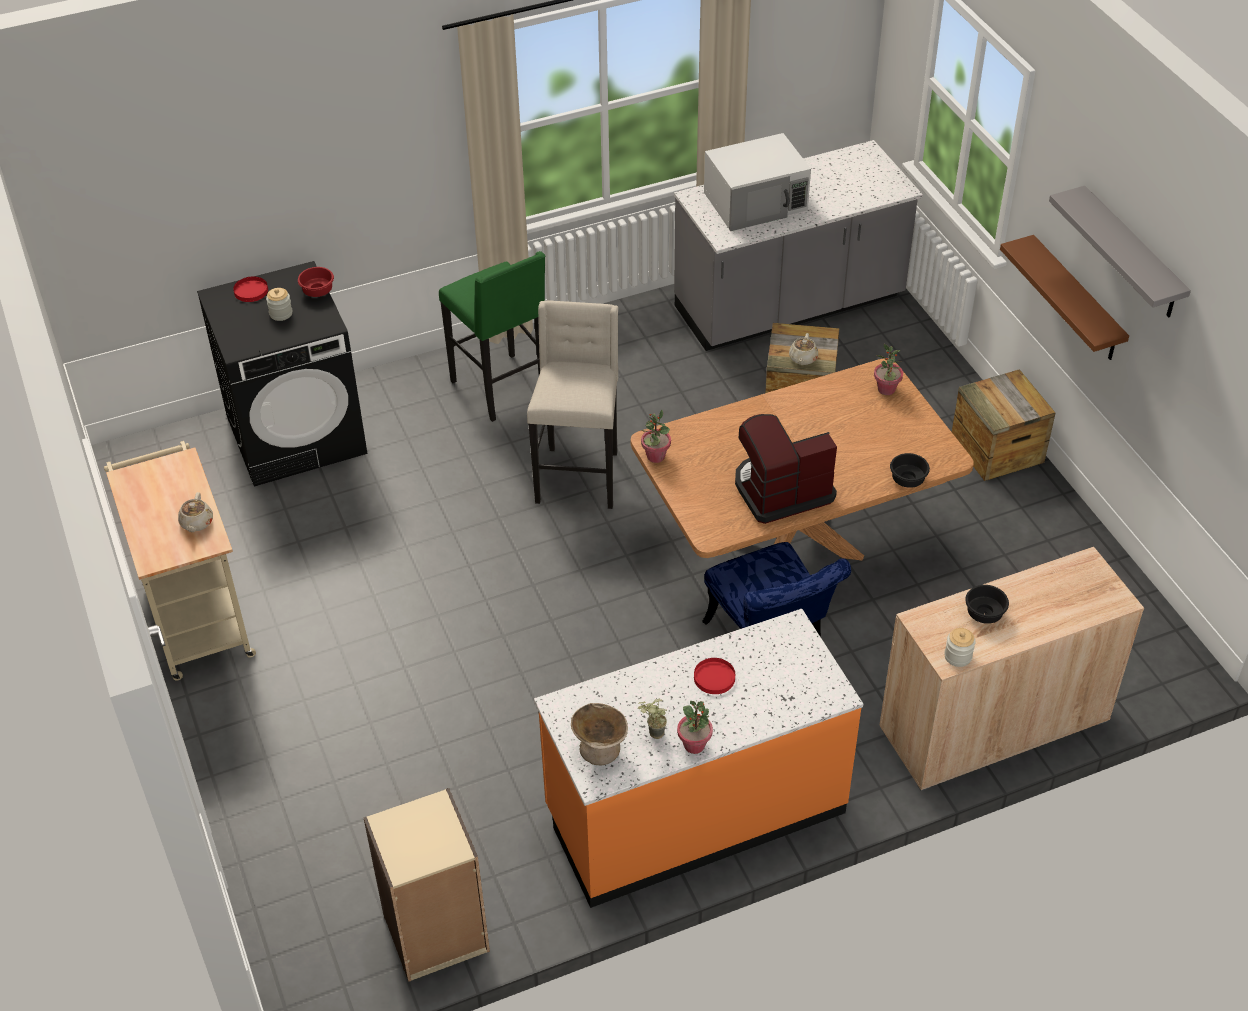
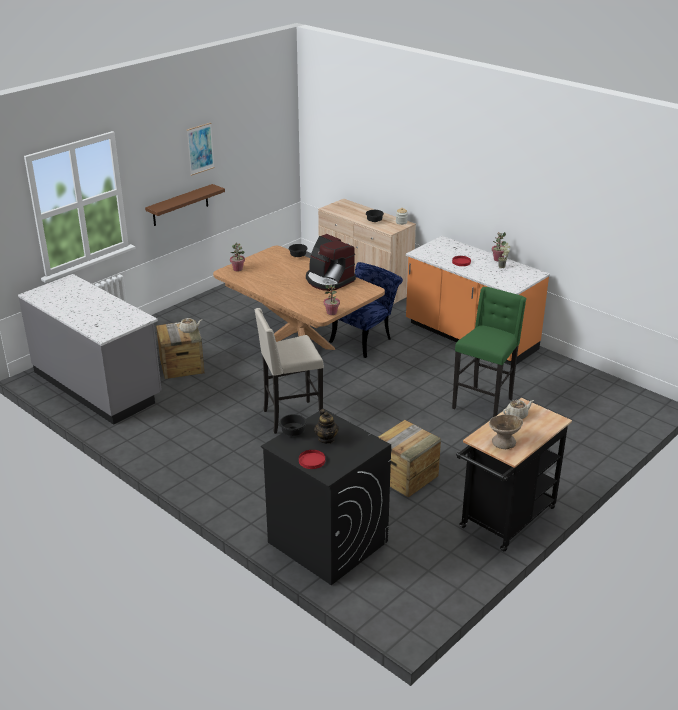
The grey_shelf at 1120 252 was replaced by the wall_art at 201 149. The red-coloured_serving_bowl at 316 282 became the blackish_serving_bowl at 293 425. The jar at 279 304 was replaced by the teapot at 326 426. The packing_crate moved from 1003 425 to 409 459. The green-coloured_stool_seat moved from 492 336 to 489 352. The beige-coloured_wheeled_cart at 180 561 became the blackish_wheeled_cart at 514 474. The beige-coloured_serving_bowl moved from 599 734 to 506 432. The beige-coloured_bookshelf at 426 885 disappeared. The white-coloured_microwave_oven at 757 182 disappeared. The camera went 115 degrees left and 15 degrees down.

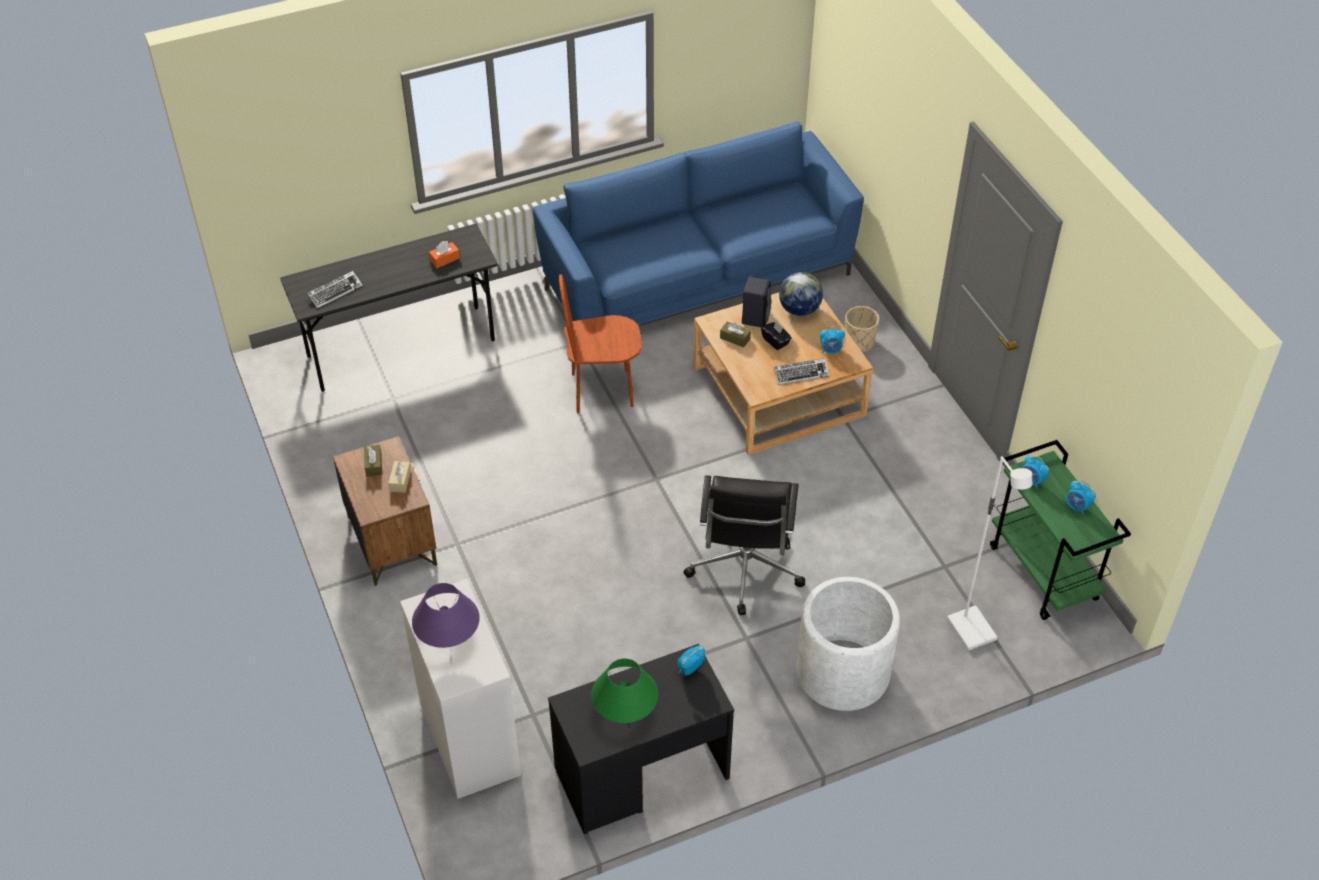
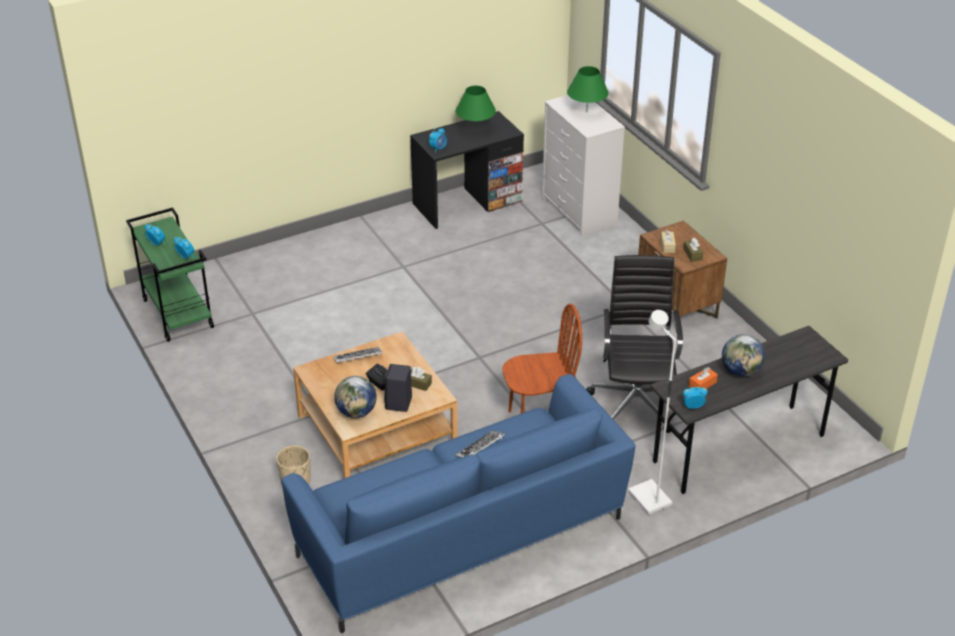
The PC_keyboard moved from 335 290 to 480 444. The purple_tabletop_lamp at 446 615 became the green-coloured_tabletop_lamp at 588 89. The blackish_desk_chair moved from 744 545 to 634 344. The white-coloured_floor_lamp moved from 989 553 to 652 412. The alarm_clock moved from 832 340 to 695 398. The world_globe at 743 355 appeared. The white-coloured_plant_pot at 848 644 disappeared. The camera went 175 degrees right and 10 degrees down.

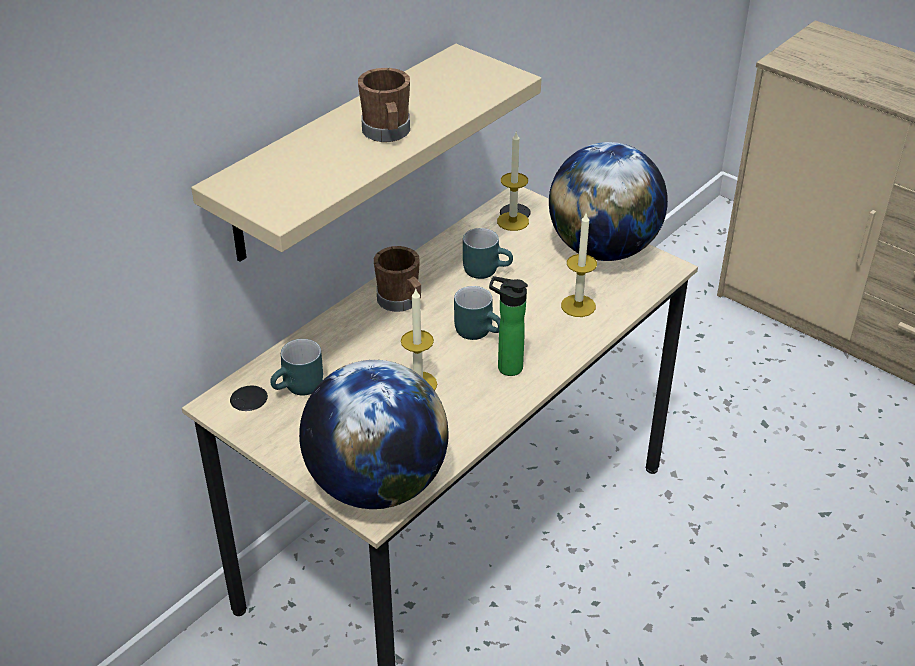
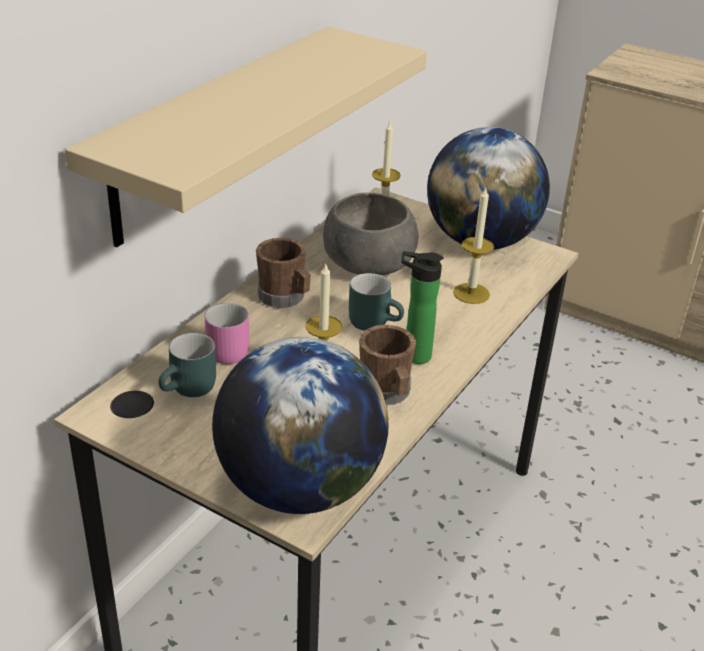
The pinkish_coffee_mug at 227 333 appeared. The blue-green_coffee_mug at 488 253 was replaced by the grey_serving_bowl at 370 234. The brown_coffee_mug moved from 384 105 to 387 365. The camera went 10 degrees left and 5 degrees down.

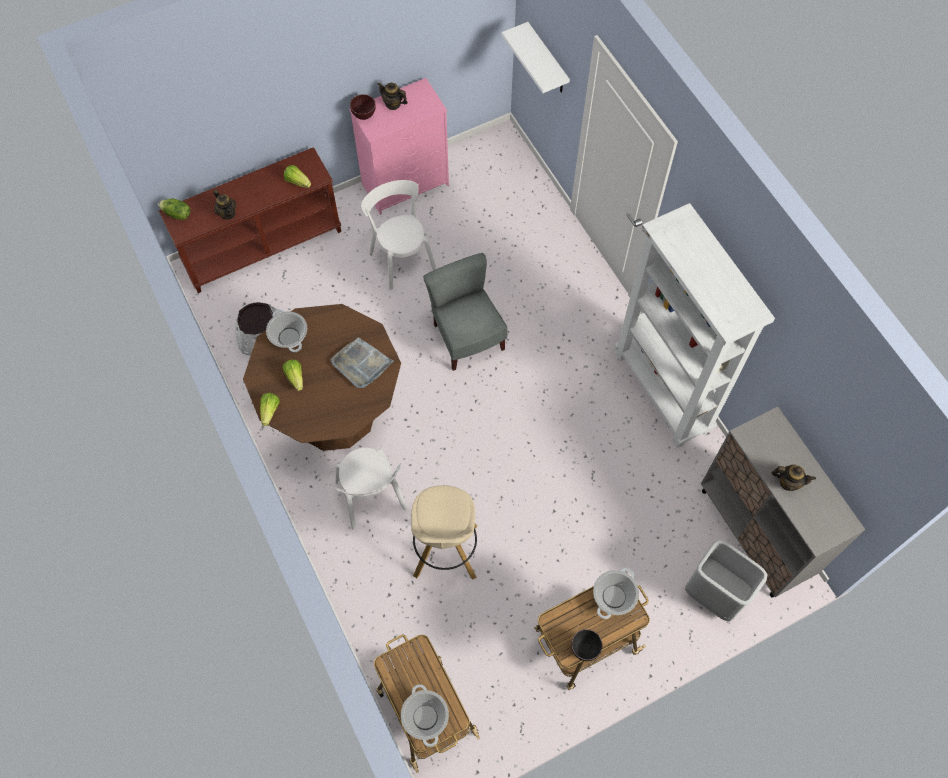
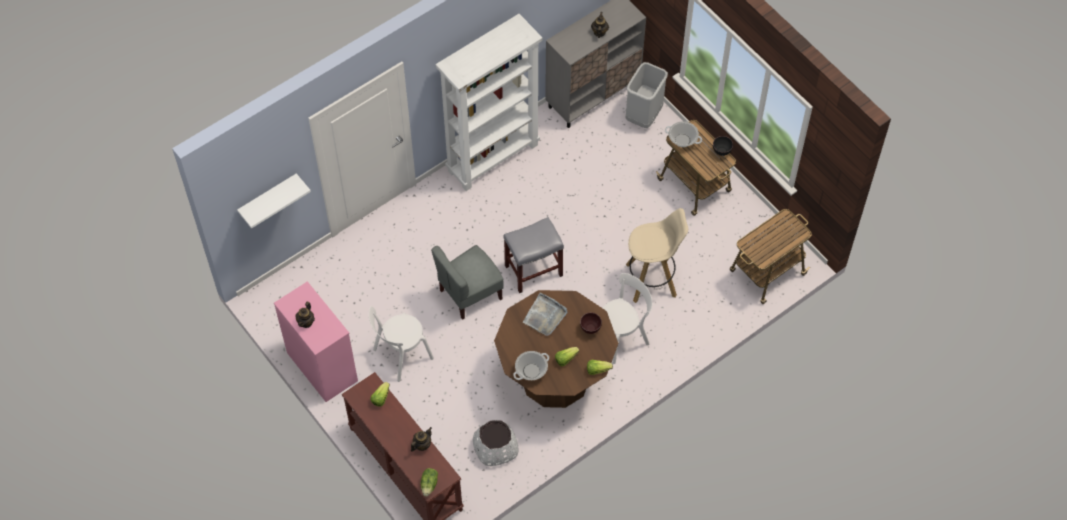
The grey_stool_seat at 534 255 appeared. The brown_serving_bowl moved from 363 107 to 591 323. The saucepot at 425 715 disappeared. The camera went 100 degrees left and 5 degrees down.

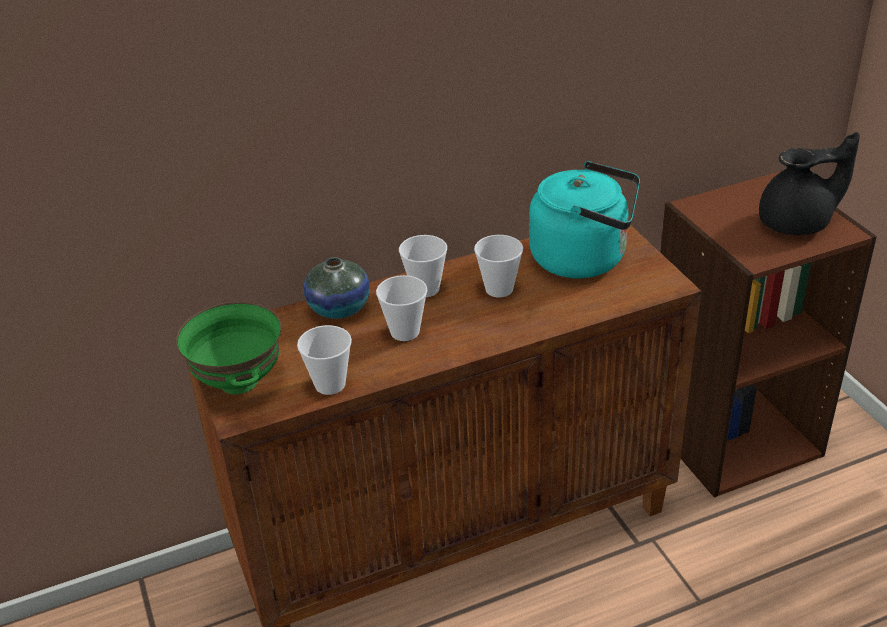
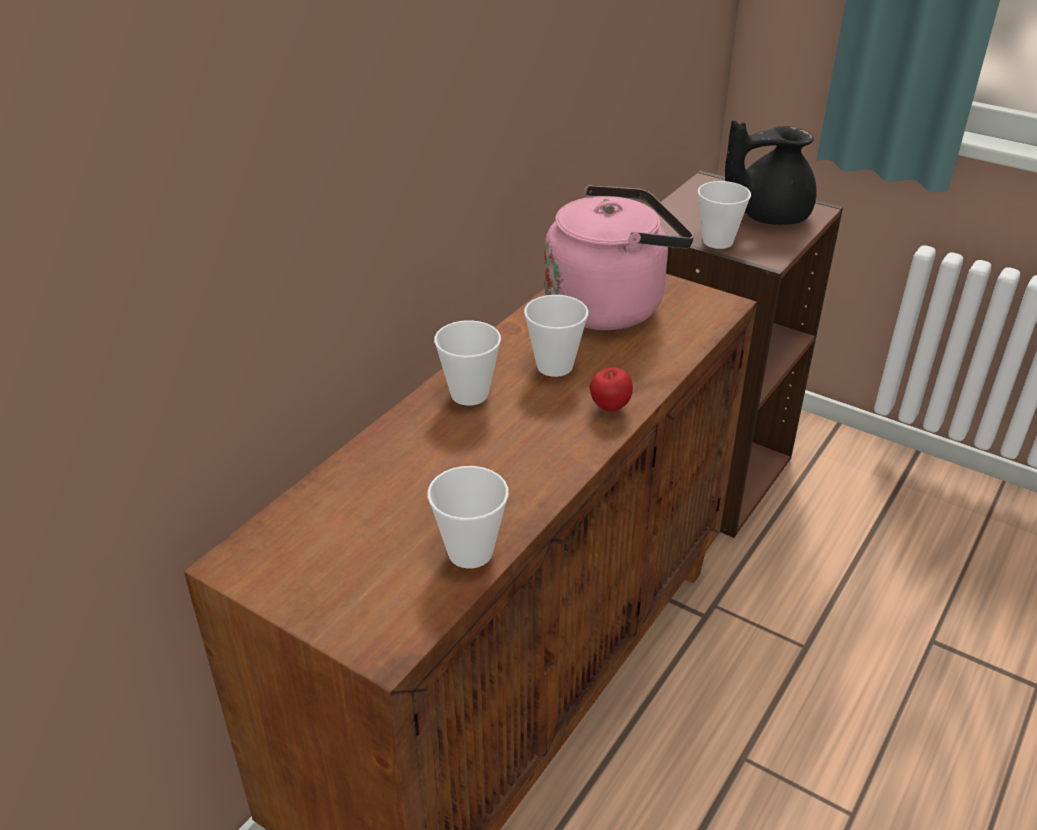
The blue-green_water_kettle at 584 220 became the pinkish_water_kettle at 619 257. The apple at 611 389 appeared. The drinking_cup moved from 401 308 to 724 215. The blackish_teapot at 809 183 turned 150 degrees counterclockwise. The green-coloured_serving_bowl at 228 348 disappeared. The decorative_vase at 336 288 disappeared. The camera went 35 degrees left and 0 degrees up.

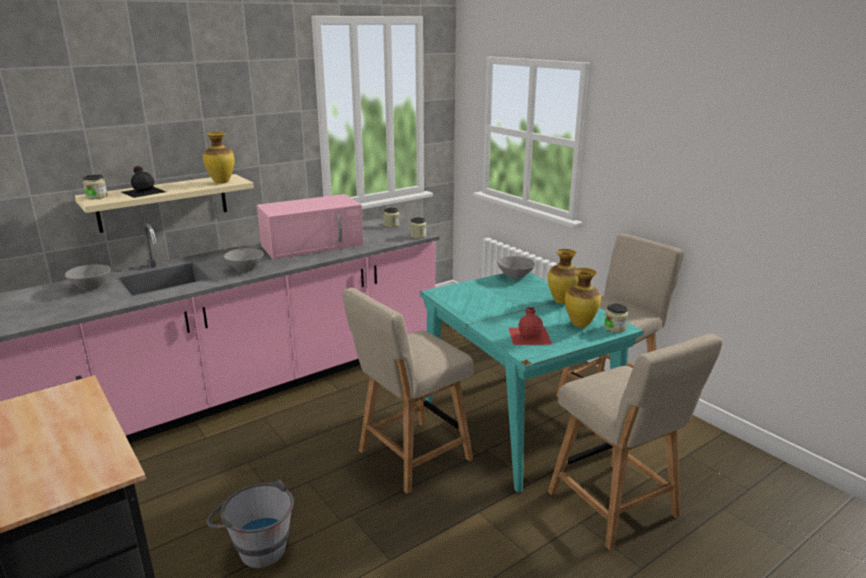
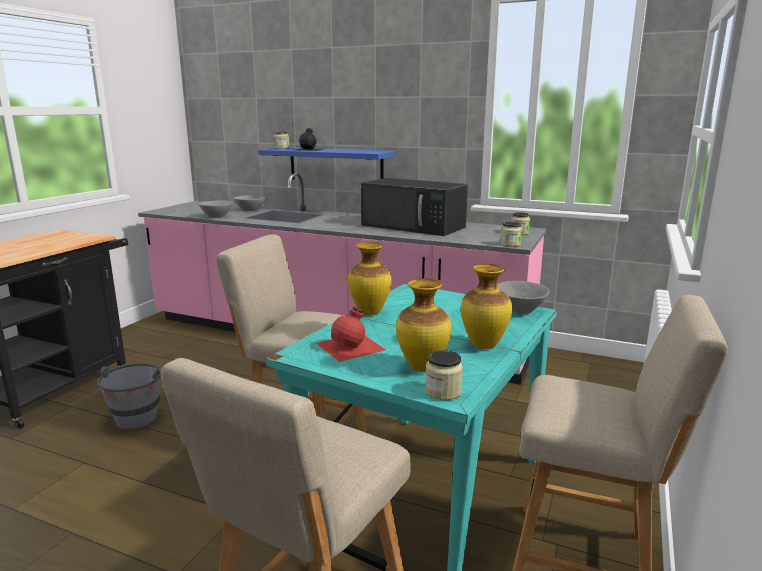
The grey_serving_bowl moved from 244 260 to 215 209. The beige-coloured_shelf at 164 203 became the blue-coloured_shelf at 326 163. The decorative_vase moved from 219 158 to 369 278. The pinkish_microwave_oven at 310 227 became the blackish_microwave_oven at 414 207. The camera went 60 degrees right and 5 degrees down.

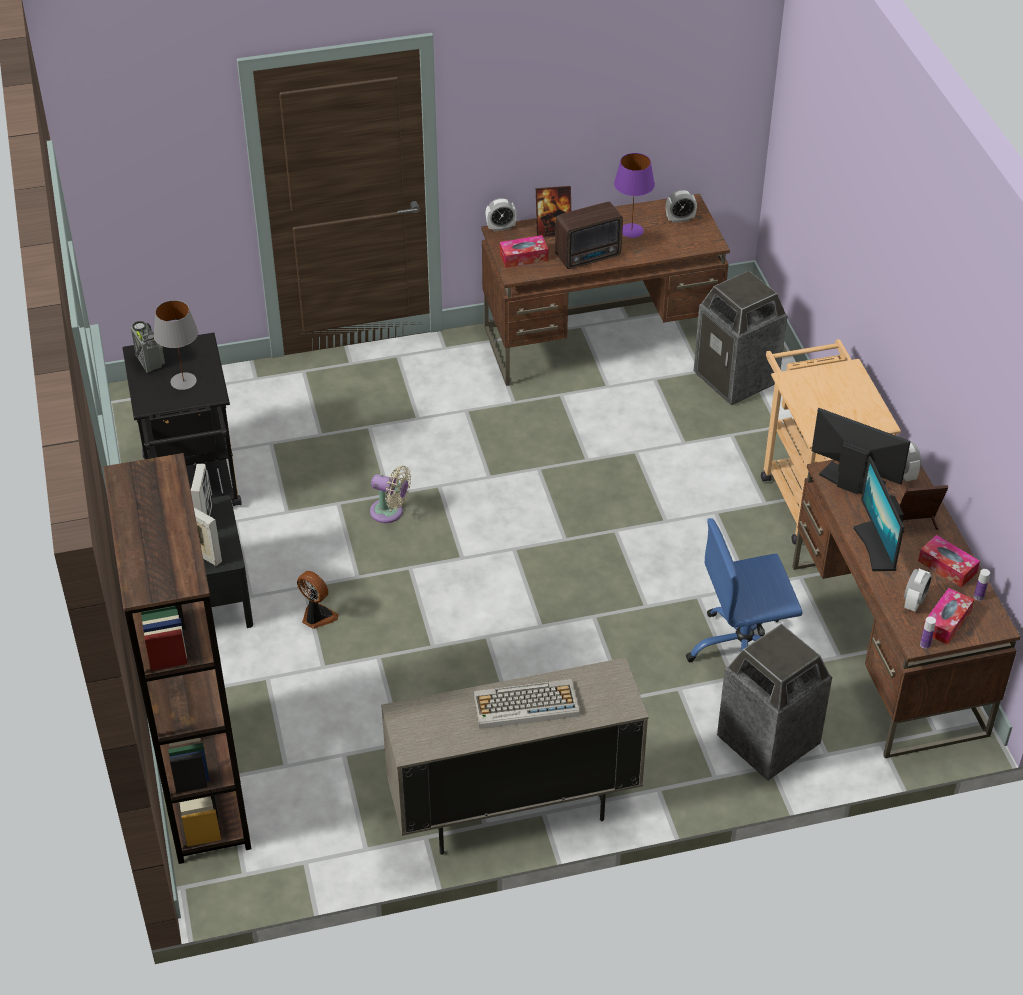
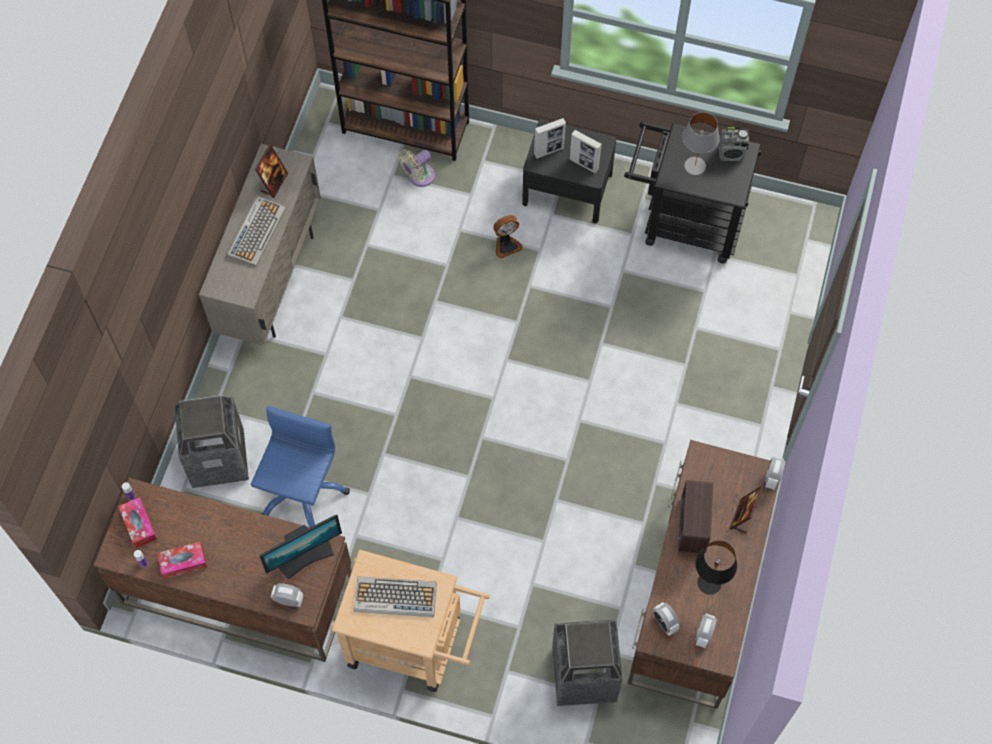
The standing_frame moved from 924 509 to 271 171. The PC_keyboard at 395 596 appeared. The beige-coloured_electric_fan moved from 390 494 to 416 168. The alarm_clock moved from 918 590 to 666 619. The purple_tabletop_lamp at 634 195 became the blackish_tabletop_lamp at 716 568. The tissue_holder at 524 251 disappeared. The computer_display at 878 514 disappeared. The camera went 120 degrees right and 20 degrees up.

